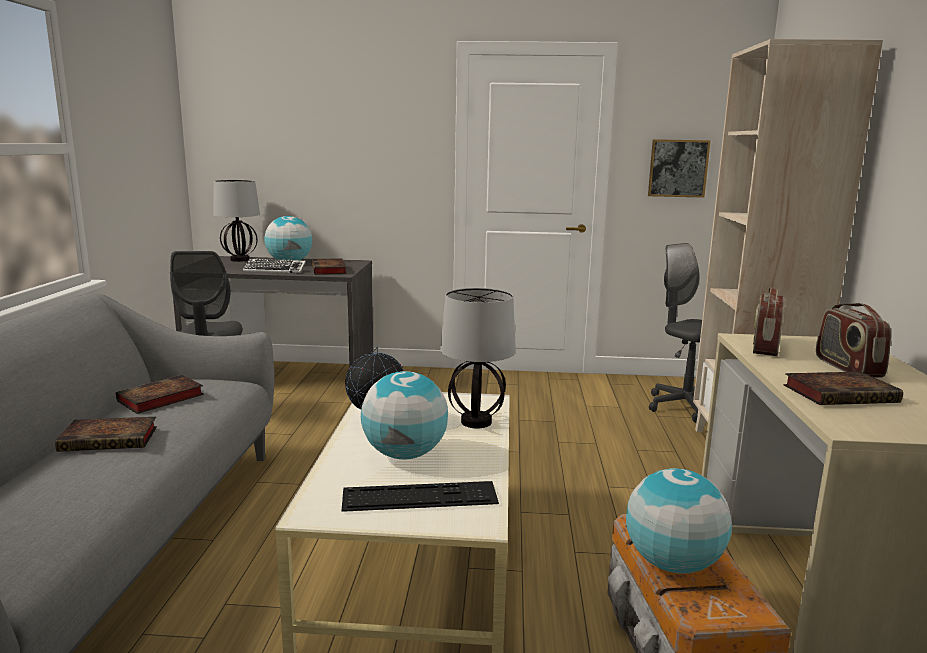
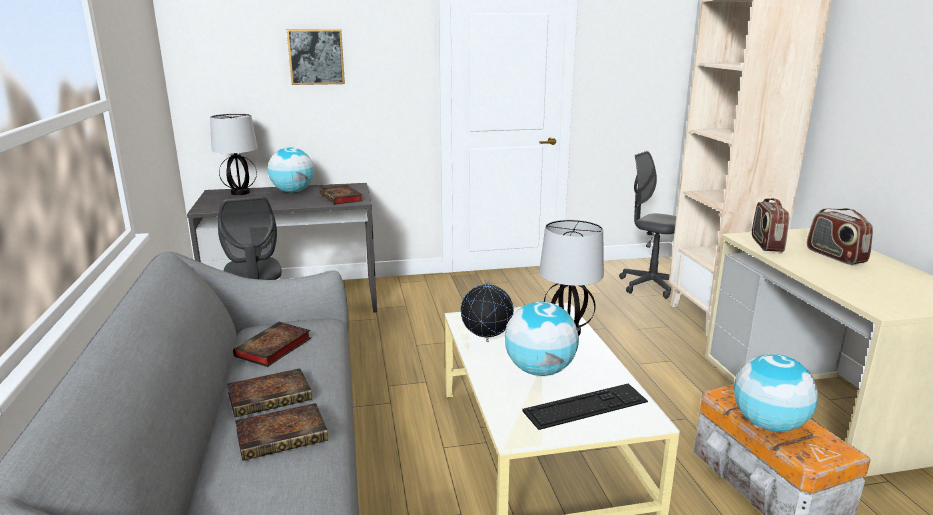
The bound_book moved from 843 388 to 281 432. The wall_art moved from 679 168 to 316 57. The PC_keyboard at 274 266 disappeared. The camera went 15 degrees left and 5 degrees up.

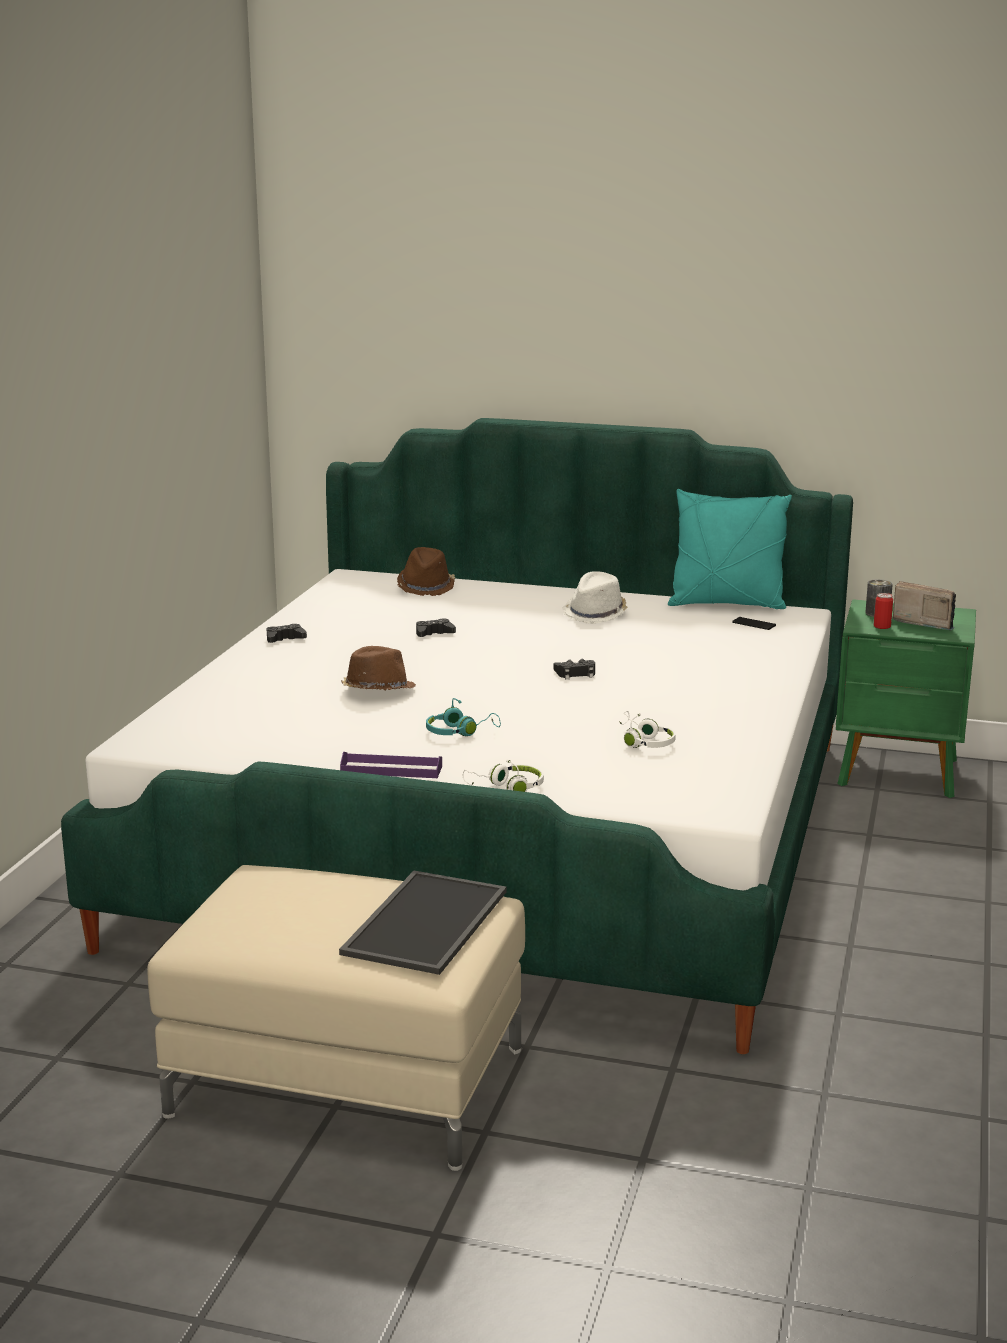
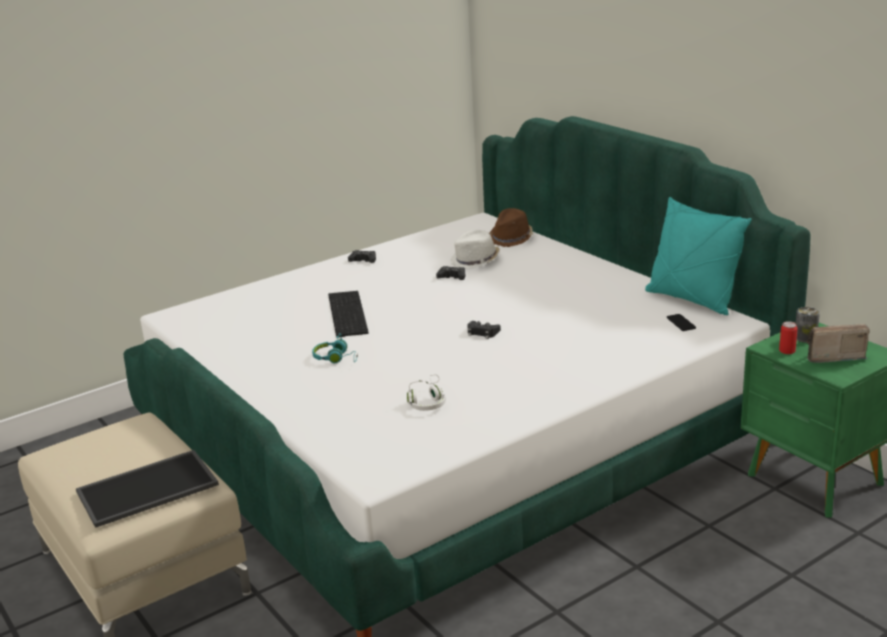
The brown_wearable_hat at 379 668 was replaced by the PC_keyboard at 348 314. The white-coloured_wearable_hat moved from 595 597 to 475 249. The radio at 924 605 turned 75 degrees counterclockwise. The purple_tray at 391 765 disappeared. The white-coloured_pair_of_headphones at 503 775 disappeared. The camera went 40 degrees right and 5 degrees up.

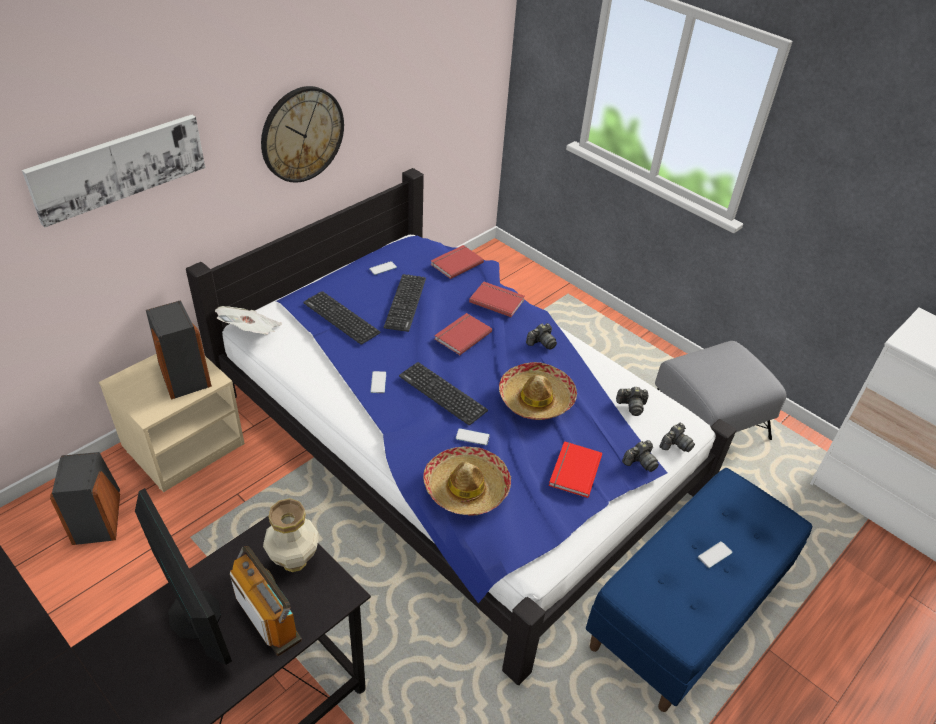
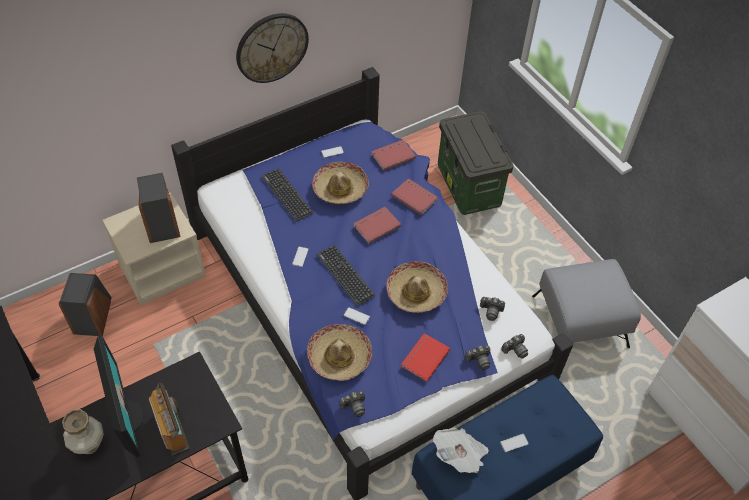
The decorative_vase moved from 291 535 to 83 431. The PC_keyboard at 405 303 was replaced by the wearable_hat at 340 183. The photo_camera moved from 541 336 to 352 404. The daily_paper moved from 248 320 to 461 450. The storage_bin at 476 163 appeared. The wall_art at 113 171 disappeared. The camera went 15 degrees right and 10 degrees up.

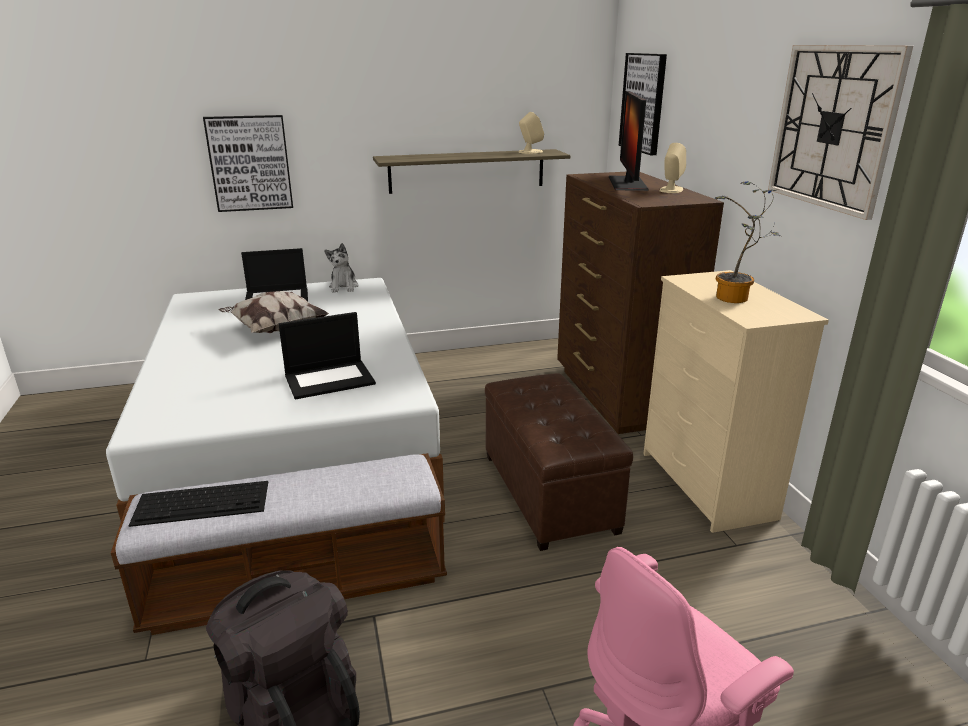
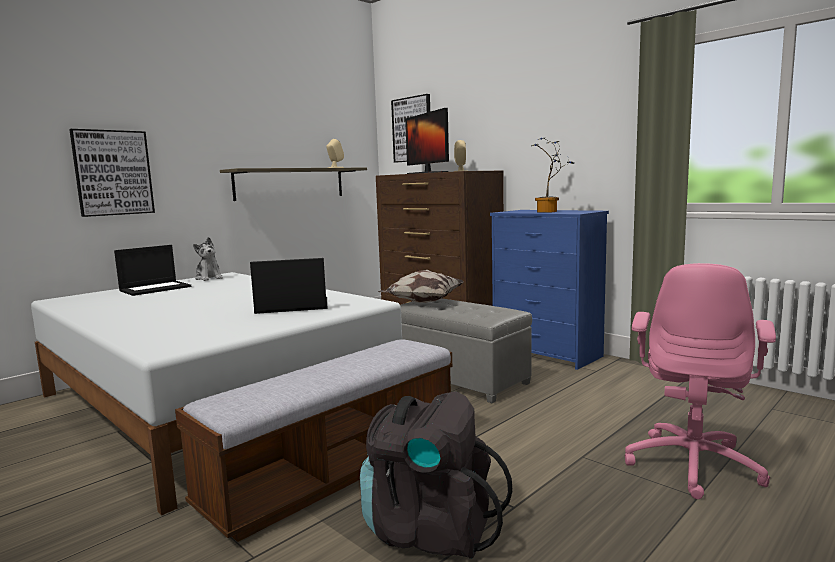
The notebook_computer at 327 355 turned 135 degrees counterclockwise. The throw_pillow moved from 274 312 to 420 286. The brown_ottoman at 559 462 became the grey_ottoman at 466 350. The beige-coloured_chest_of_drawers at 736 401 became the blue-coloured_chest_of_drawers at 549 290. The PC_keyboard at 198 504 disappeared. The clock_on_the_wall at 840 132 disappeared. The camera went 30 degrees left and 15 degrees down.

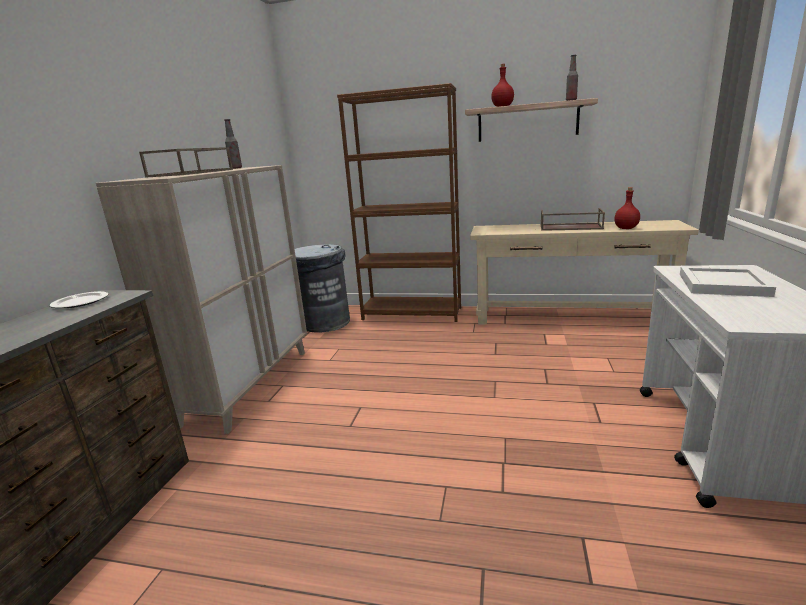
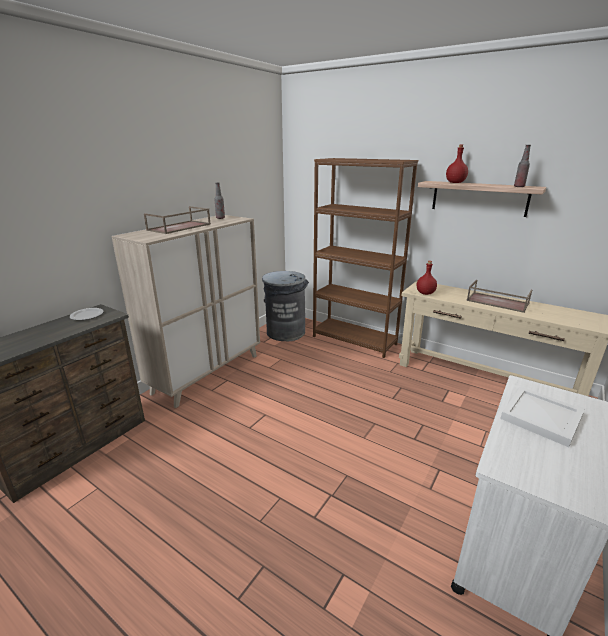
The red-coloured_beverage_bottle moved from 627 208 to 427 278. The camera went 20 degrees right and 5 degrees up.

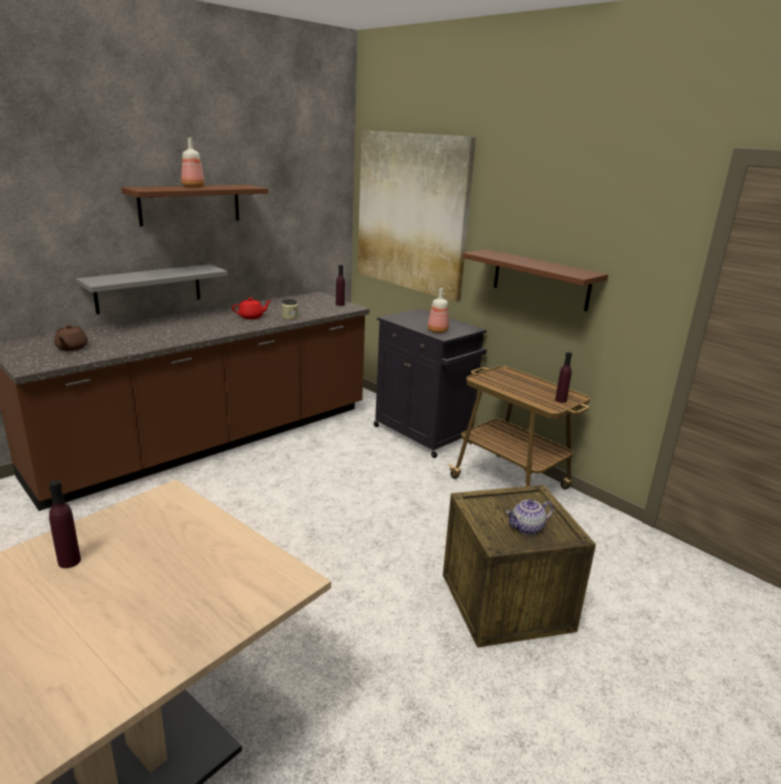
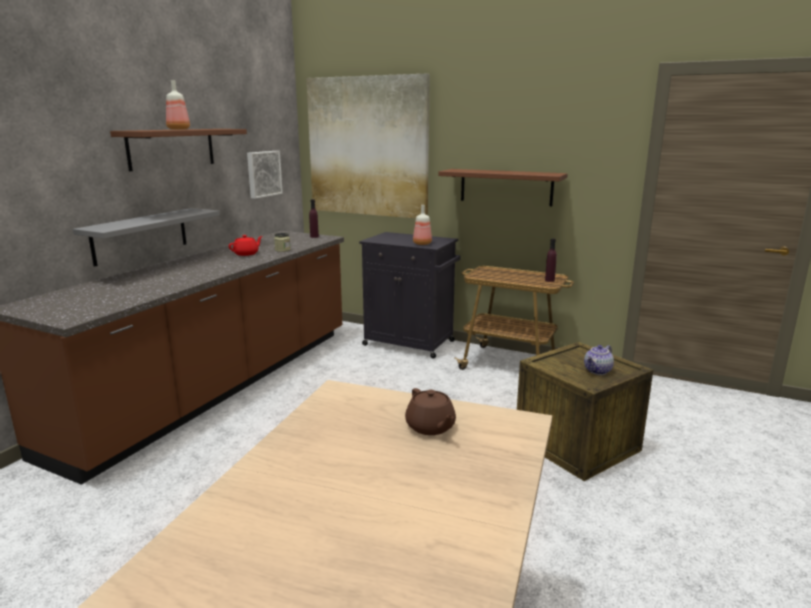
The wall_art at 265 175 appeared. The brown_teapot moved from 71 338 to 430 411. The purple_beverage_bottle at 65 524 disappeared. The camera went 20 degrees left and 5 degrees down.

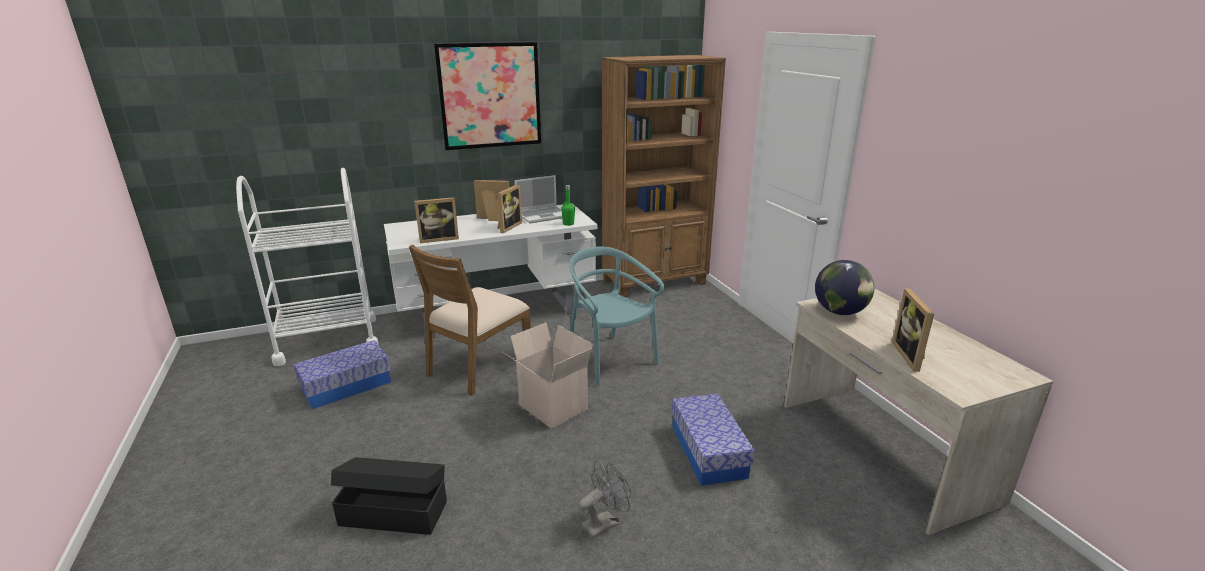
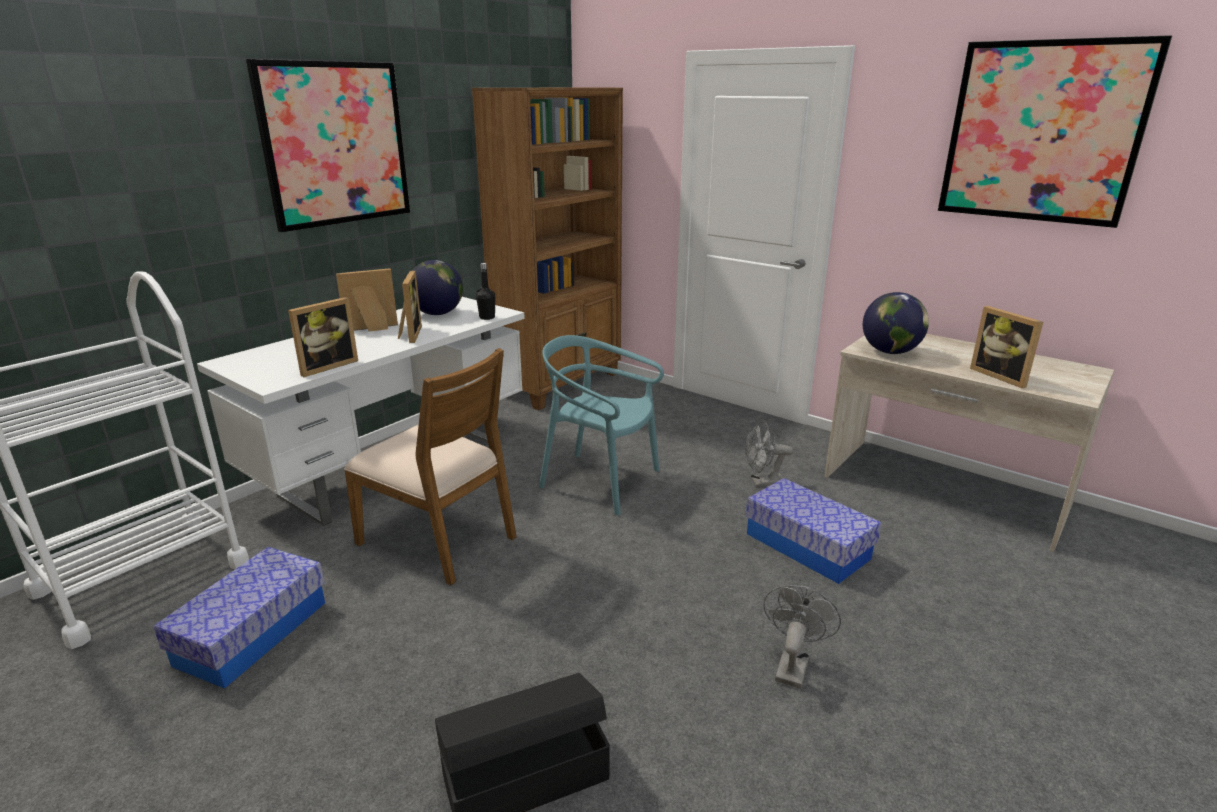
The brown_chair at 470 320 turned 60 degrees counterclockwise. The notebook_computer at 538 199 was replaced by the world_globe at 437 287. The green-coloured_beverage_bottle at 568 205 became the blackish_beverage_bottle at 485 291. The grey_electric_fan at 769 454 appeared. The wall_art at 1055 131 appeared. The packing_box at 548 375 disappeared. The camera went 30 degrees left and 0 degrees up.

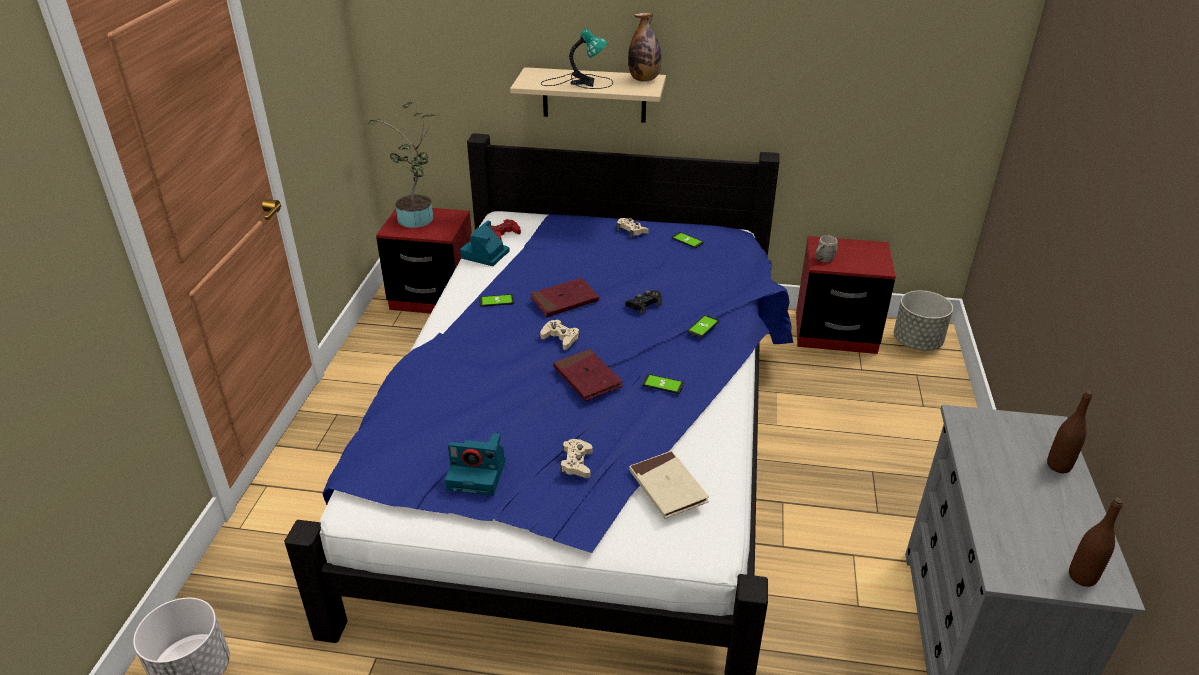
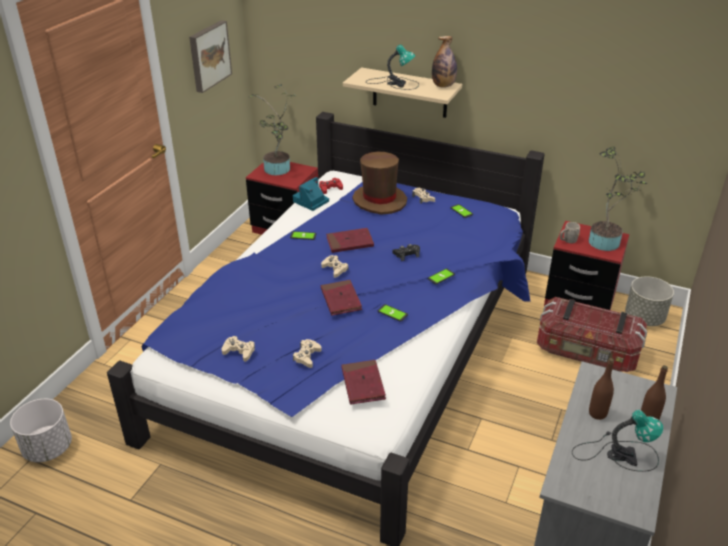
The wall_art at 210 56 appeared. The photo_camera at 475 464 was replaced by the beige-coloured_gamepad at 238 349. The beige-coloured_bound_book at 669 485 became the red-coloured_bound_book at 363 382. The brown_wearable_hat at 380 183 appeared. The storage_bin at 592 334 appeared. The tabletop_lamp at 617 441 appeared. The potted_plant at 618 198 appeared. The brown_beverage_bottle moved from 1096 542 to 601 389. The camera went 15 degrees right and 0 degrees up.

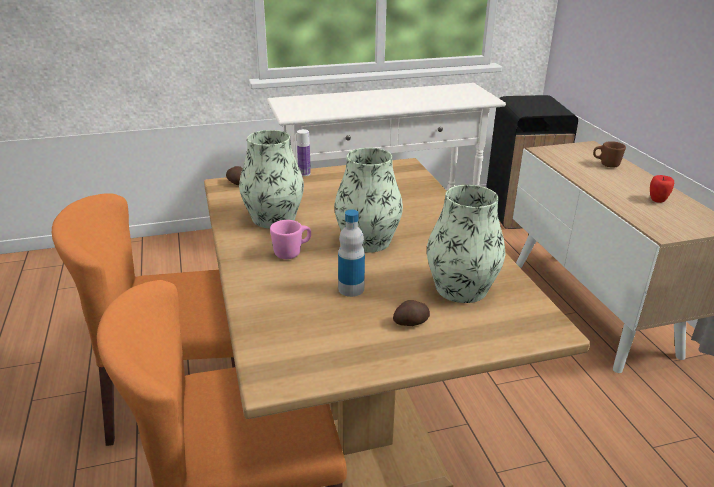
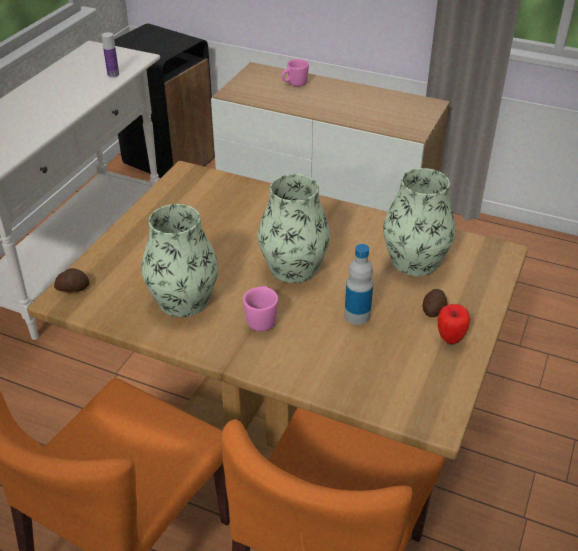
The beverage_bottle moved from 304 152 to 110 55. The brown_coffee_mug at 609 154 became the pinkish_coffee_mug at 295 73. The apple moved from 662 189 to 454 324. The camera went 50 degrees left and 10 degrees up.

